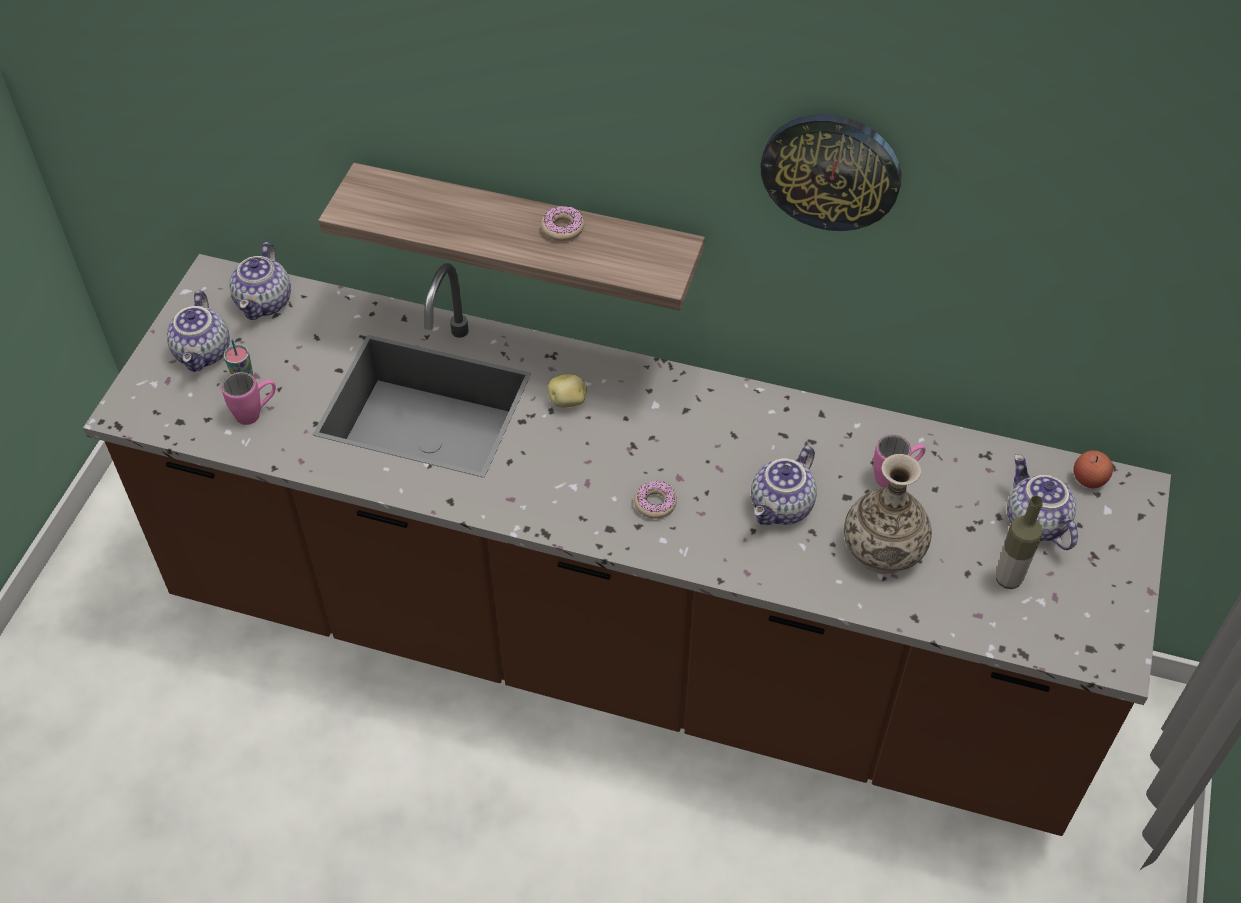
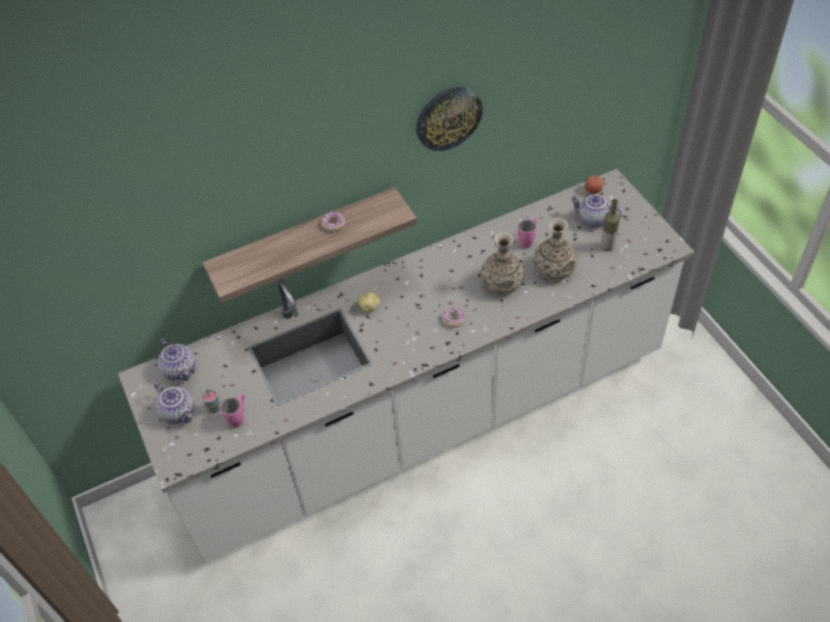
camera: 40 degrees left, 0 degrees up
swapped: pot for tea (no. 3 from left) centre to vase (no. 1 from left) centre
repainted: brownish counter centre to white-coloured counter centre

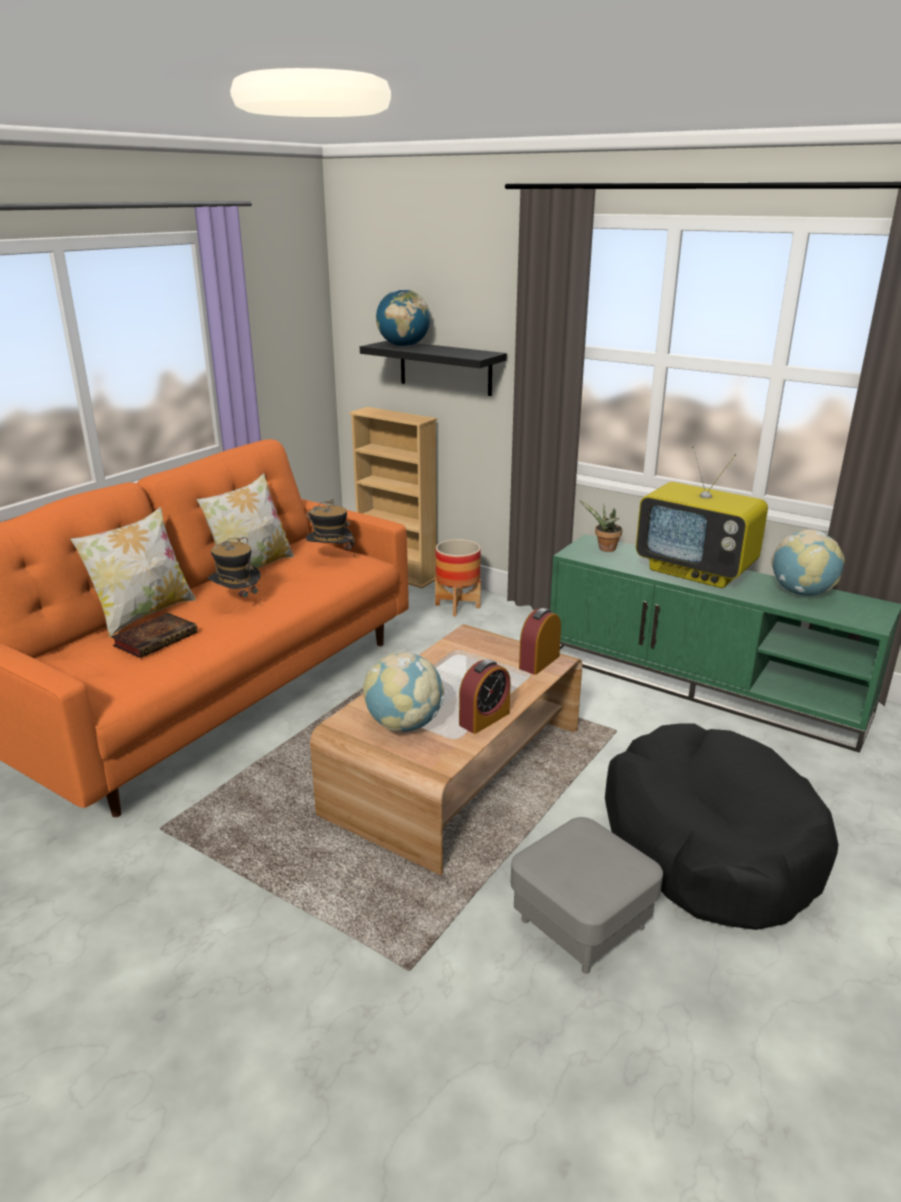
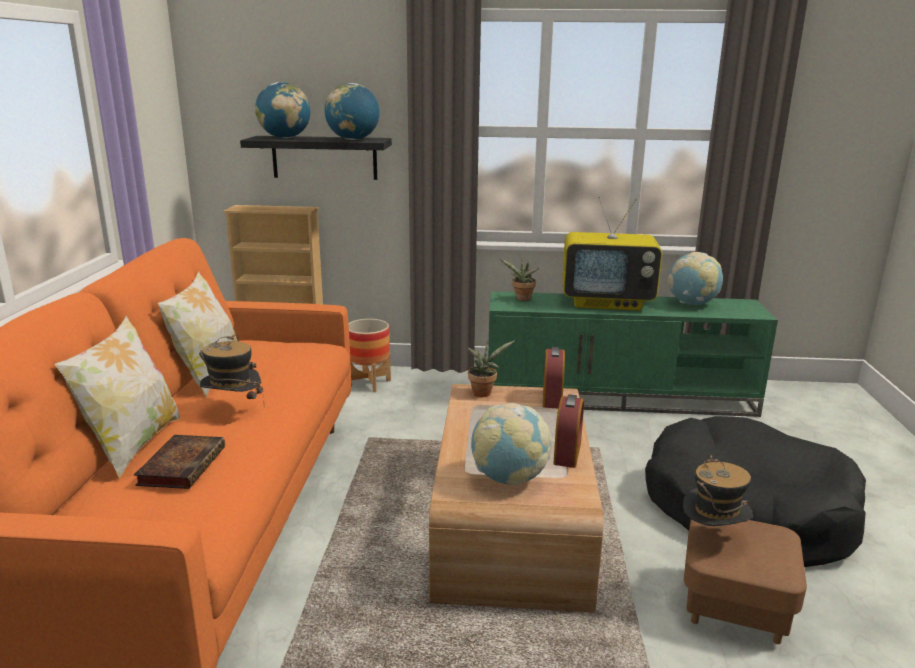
camera: 30 degrees left, 5 degrees down
new: desk globe (no. 2 from left) top centre; potted plant (no. 1 from left) centre
shifted: hat (no. 2 from left) centre to bottom right
repainted: grey ottoman bottom centre to brownish ottoman bottom right

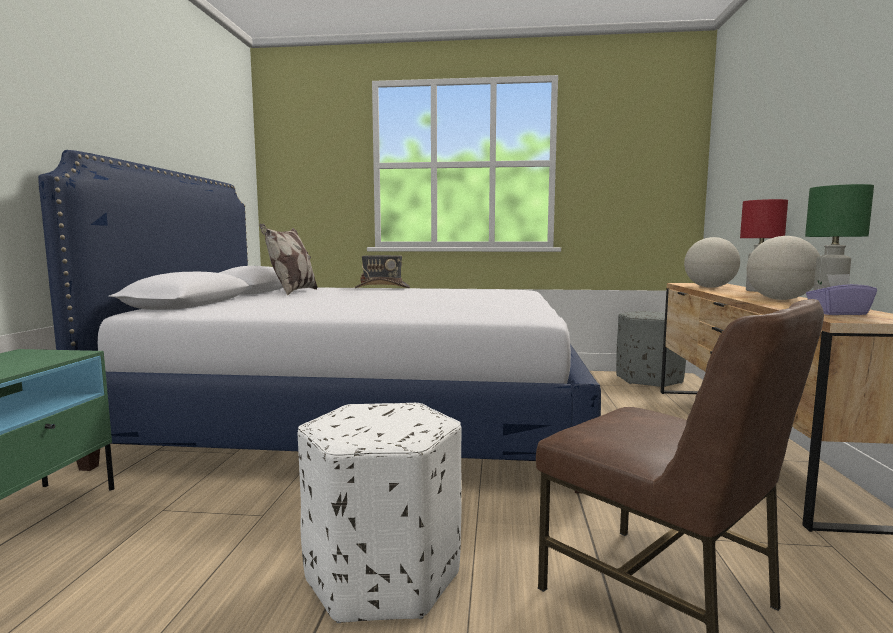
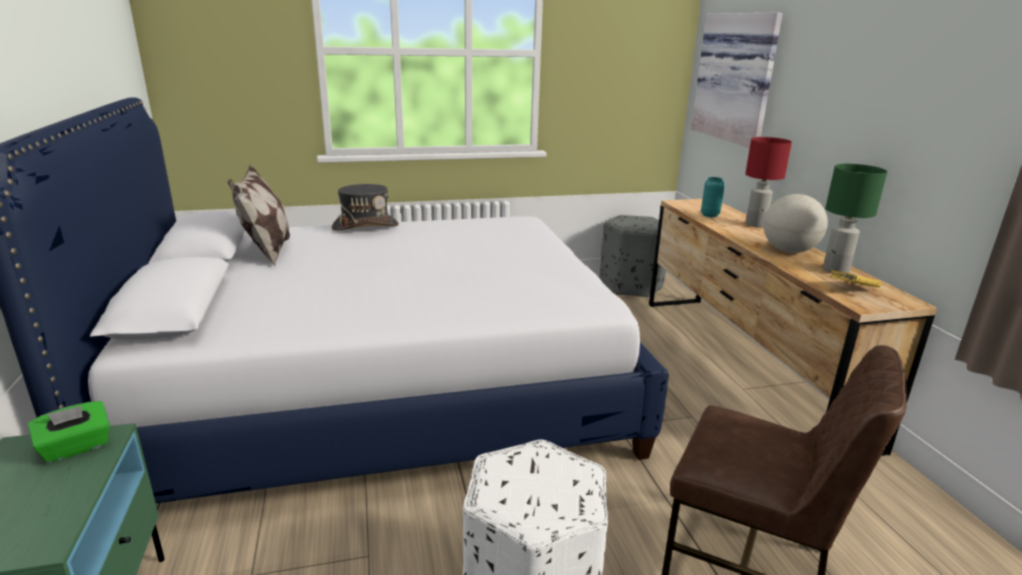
camera: 20 degrees left, 15 degrees up
new: green-coloured box of tissues bottom left; wall picture top right
swapped: desk globe (no. 1 from left) middle right to blue-green vase middle right; purple-coloured box of tissues middle right to yellow bound book middle right

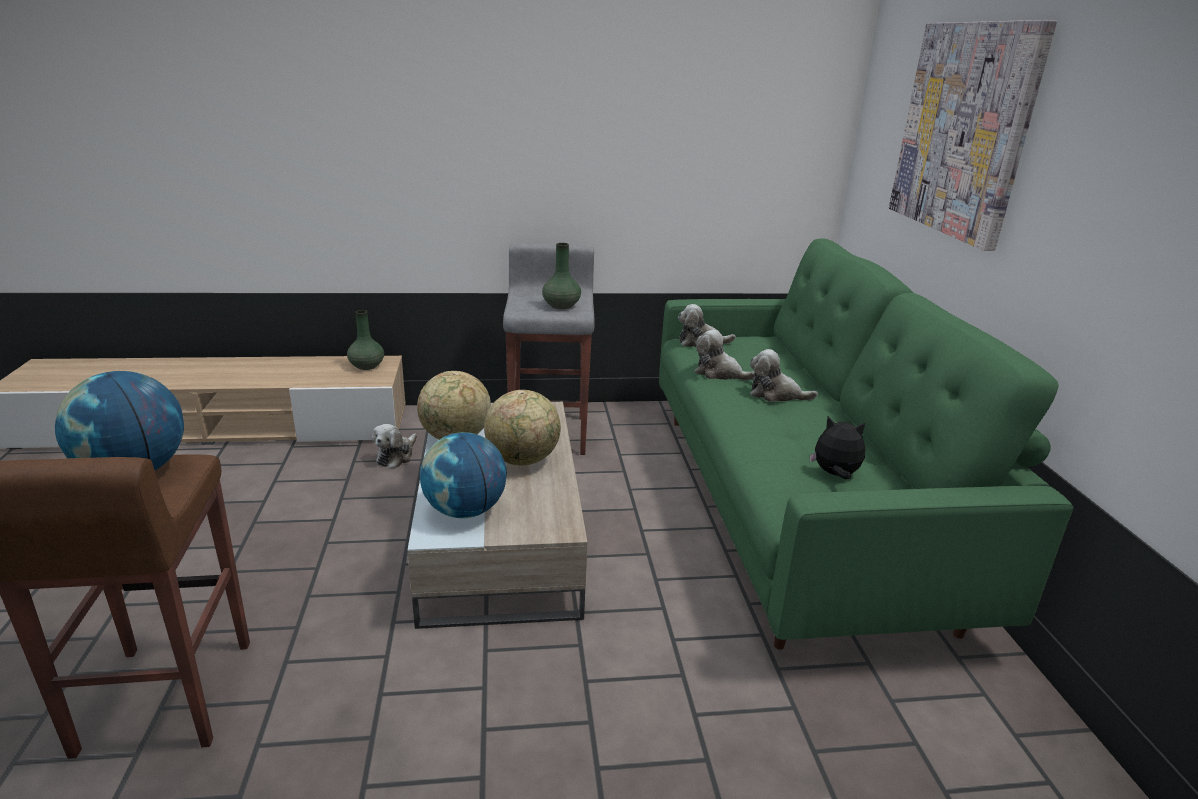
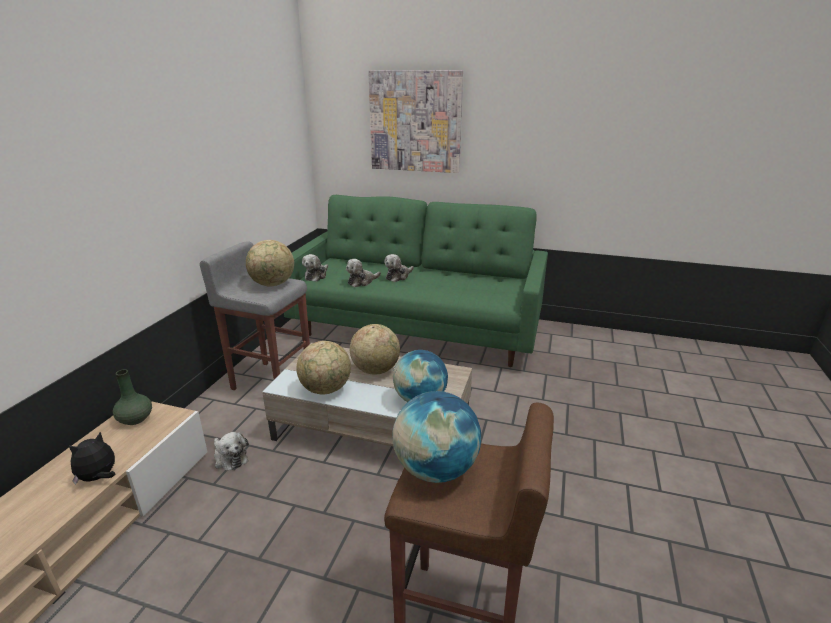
camera: 65 degrees left, 0 degrees up
shifted: soft toy (no. 5 from left in the first image) middle right to soft toy (no. 1 from left) bottom left
swapped: green-coloured vase (no. 2 from left) centre to desk globe (no. 1 from left) middle left

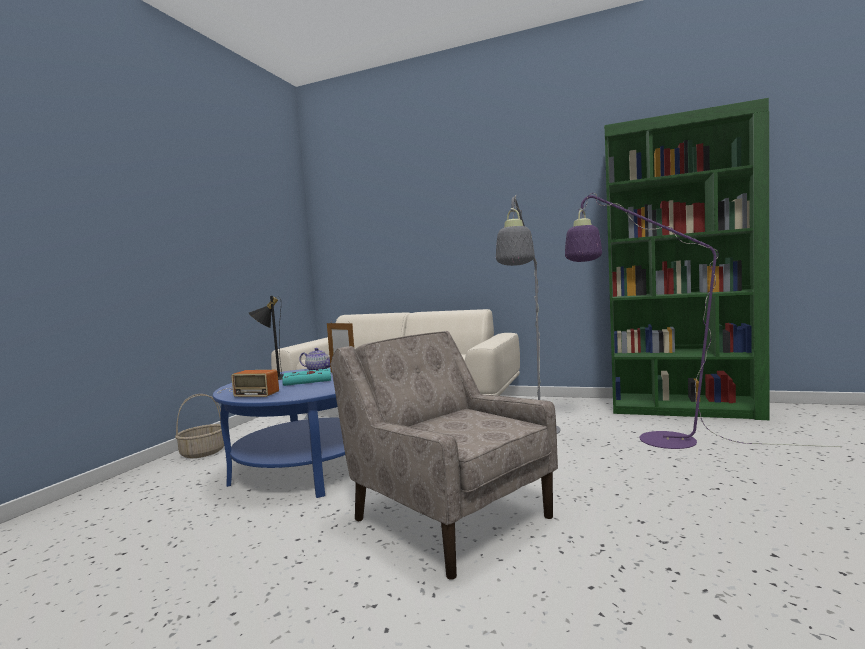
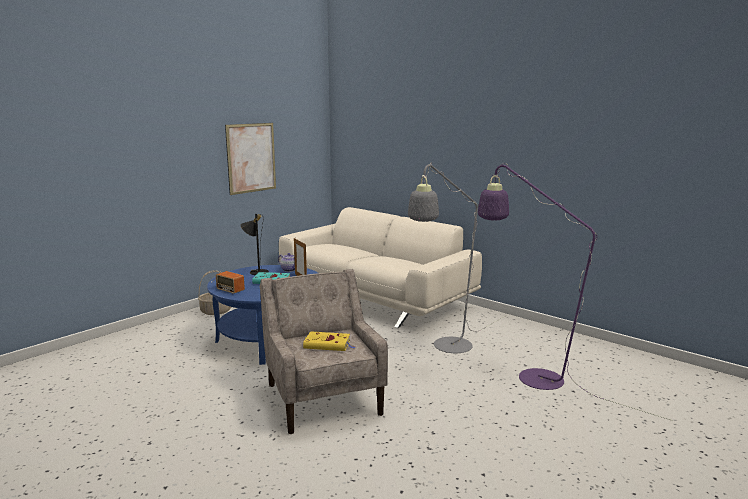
camera: 20 degrees right, 10 degrees up
gone: green-coloured bookshelf middle right
new: wall picture top centre; yellow bound book bottom centre

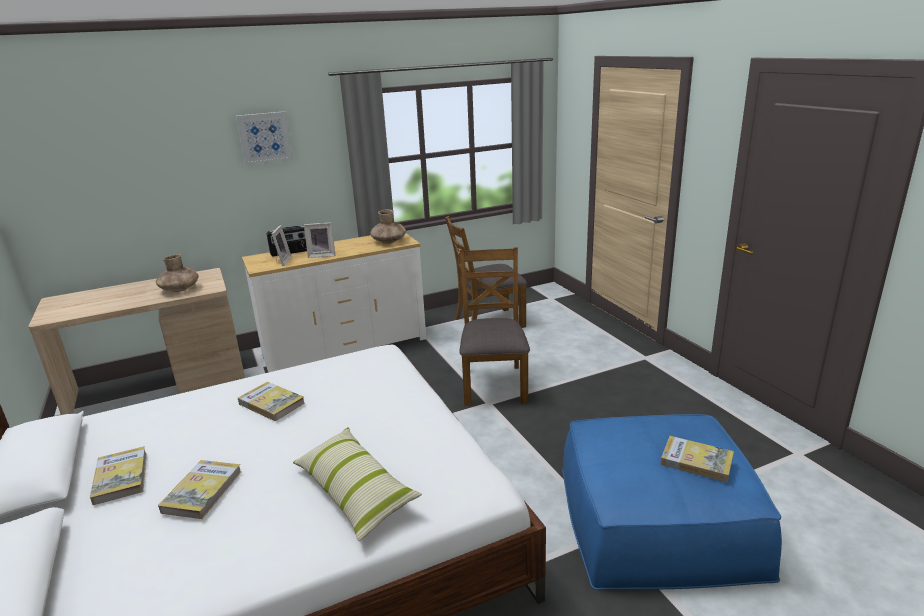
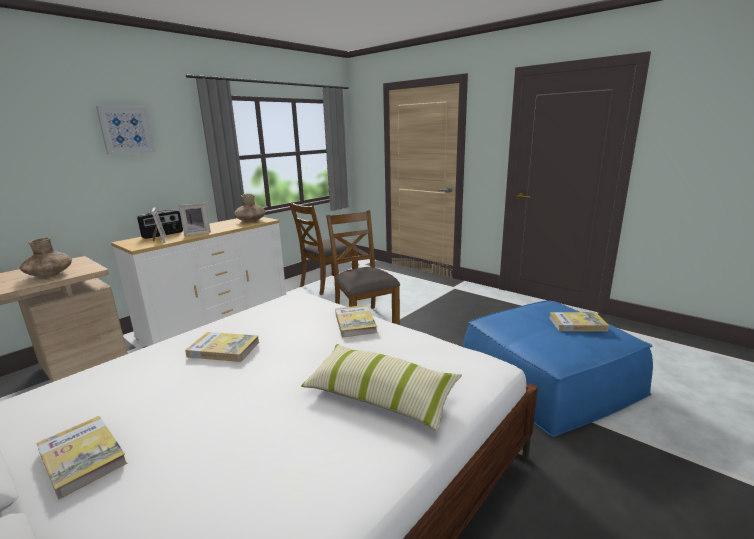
camera: 25 degrees left, 5 degrees down
shifted: bound book (no. 2 from left in the first image) bottom left to bound book (no. 3 from left) centre

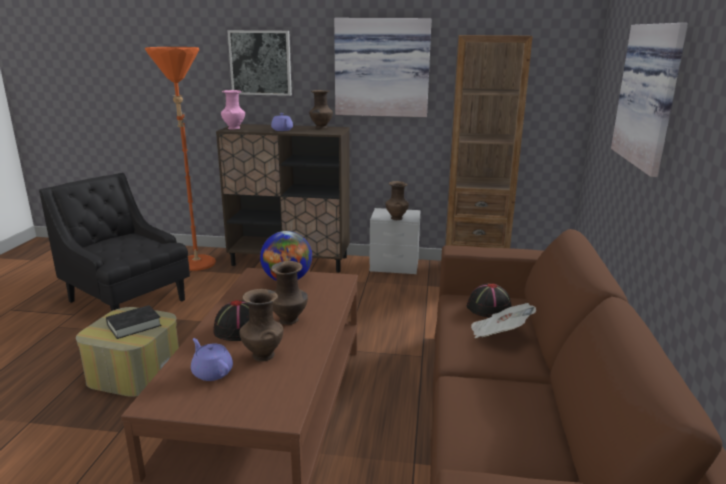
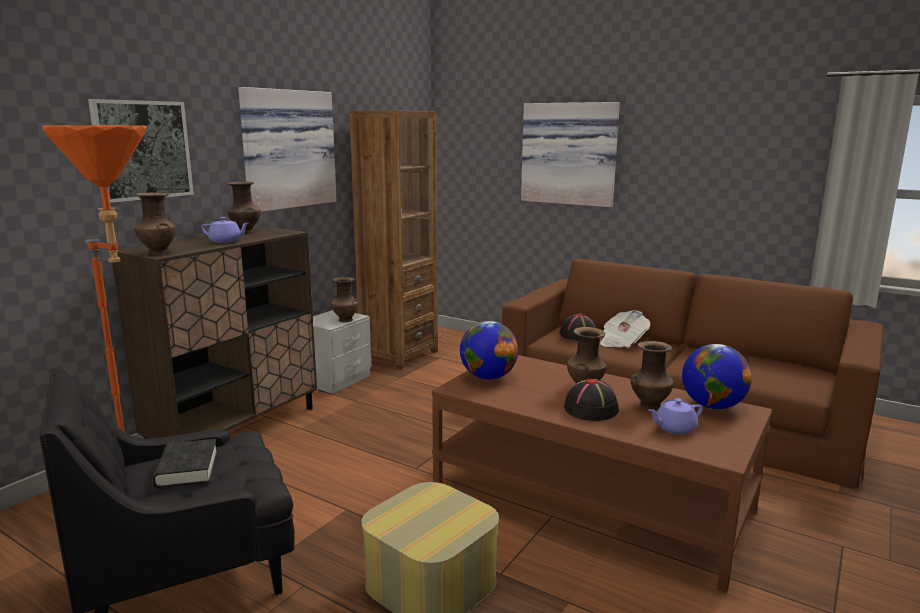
camera: 65 degrees left, 5 degrees down
new: desk globe (no. 2 from left) middle right
shifted: black-coloured bound book middle left to bottom left
repainted: pinkish vase top left to brownish vase (no. 1 from left) middle left

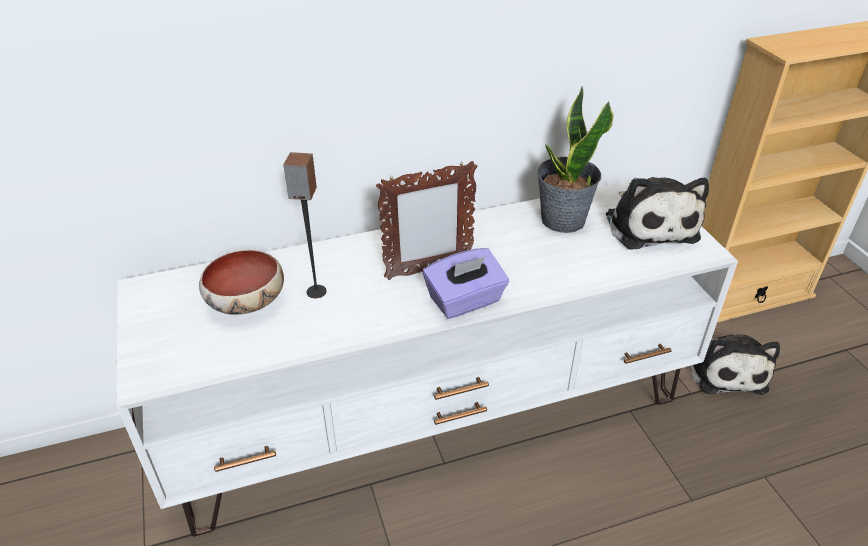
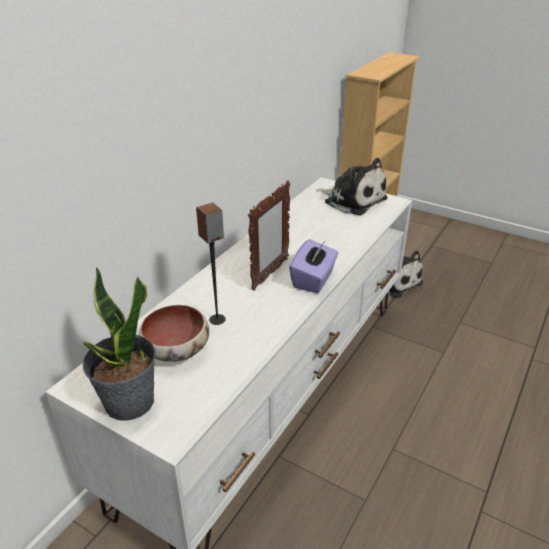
camera: 40 degrees left, 5 degrees down
shifted: potted plant top centre to middle left

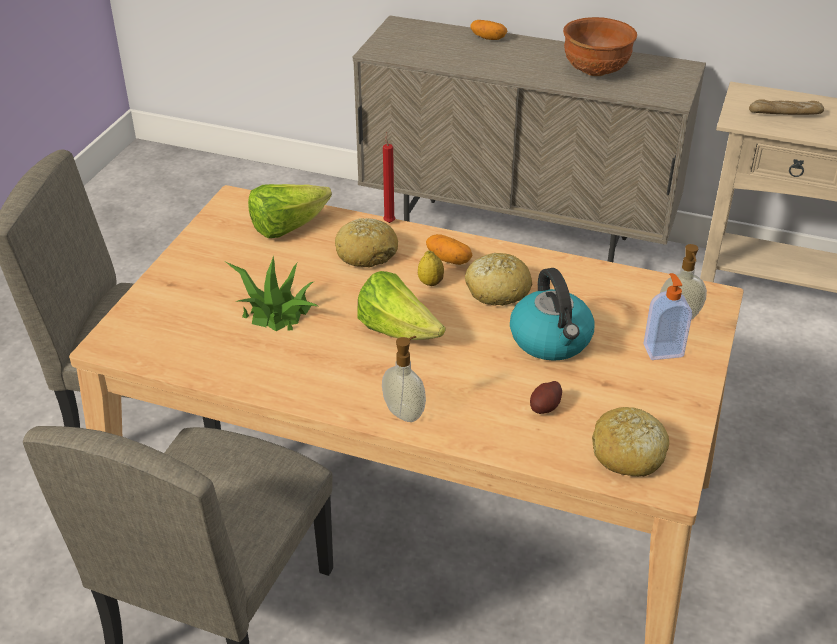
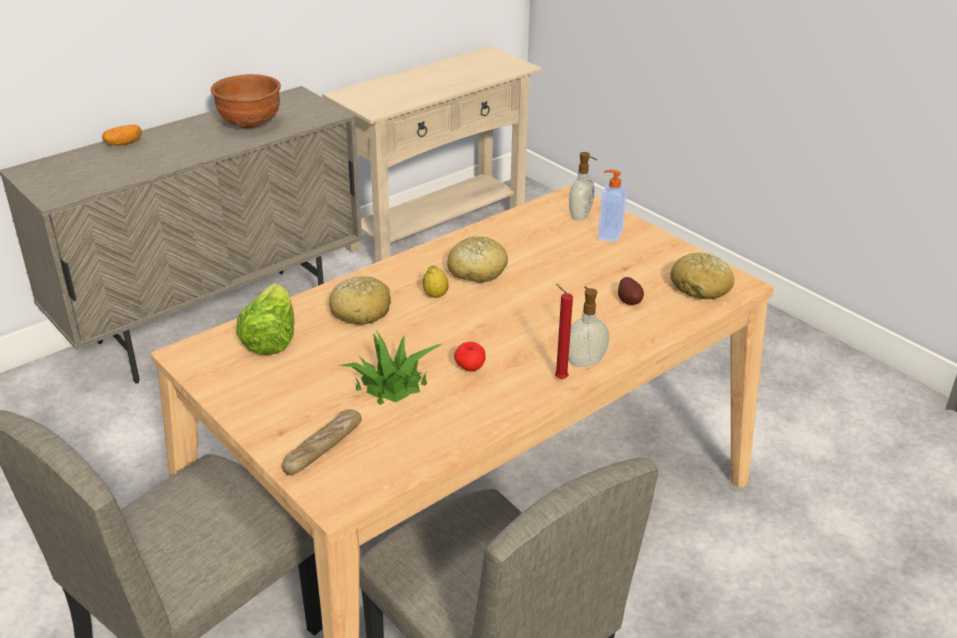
camera: 60 degrees left, 5 degrees down
gone: head of lettuce (no. 2 from left) centre; potato (no. 1 from left) centre; tea kettle centre
new: whole apple centre
shifted: bread (no. 4 from left in the first image) top right to bread (no. 1 from left) bottom centre; reddish candle top centre to centre

